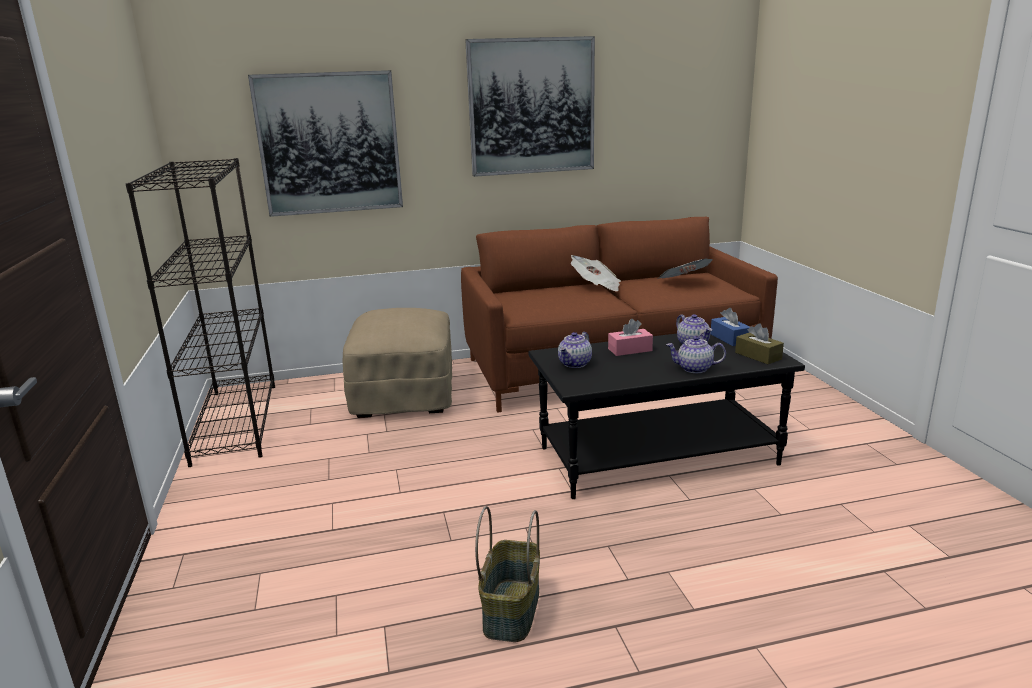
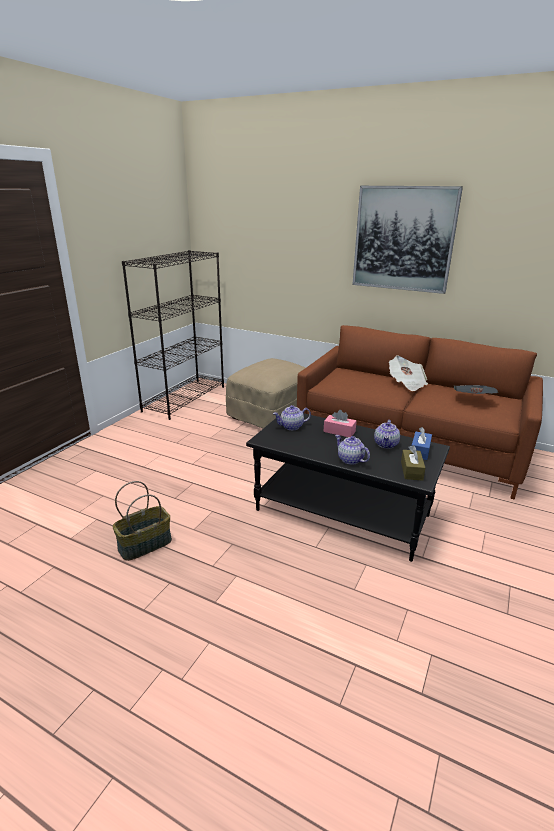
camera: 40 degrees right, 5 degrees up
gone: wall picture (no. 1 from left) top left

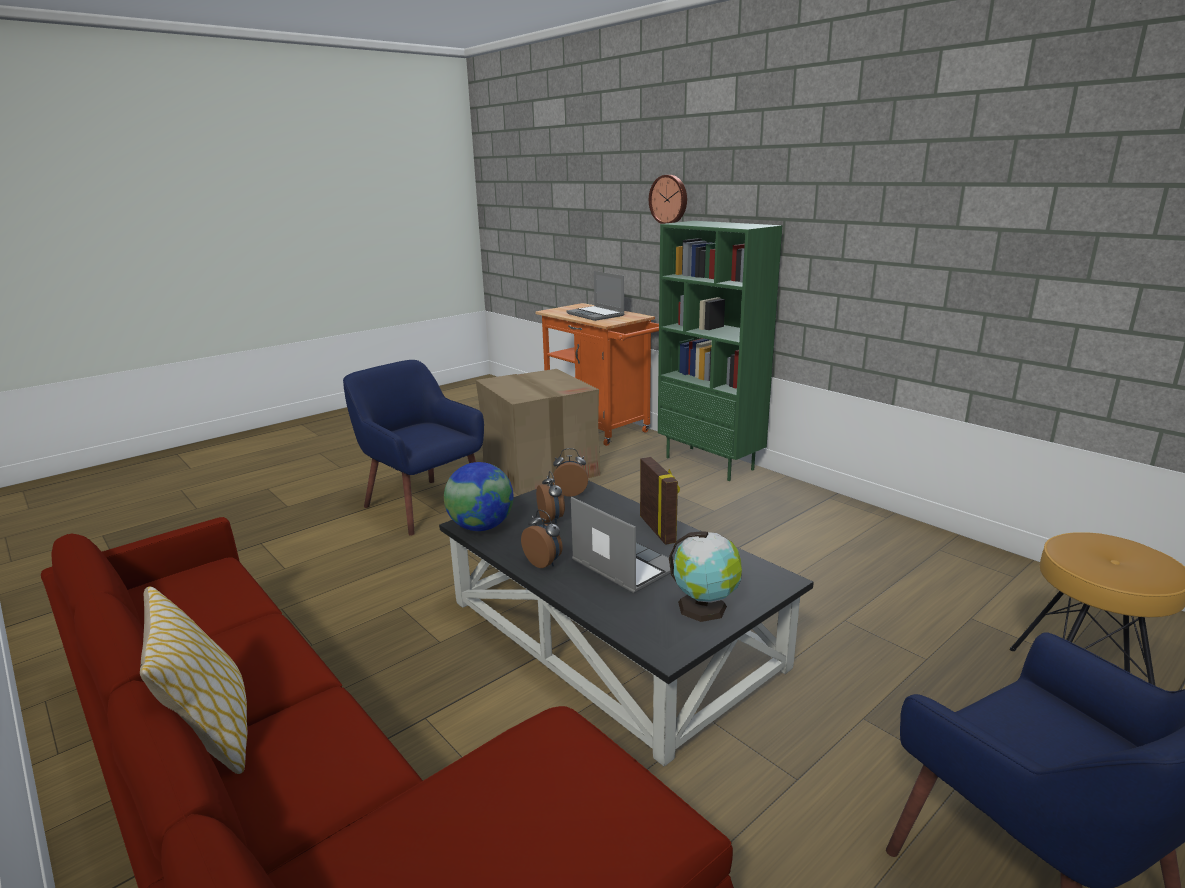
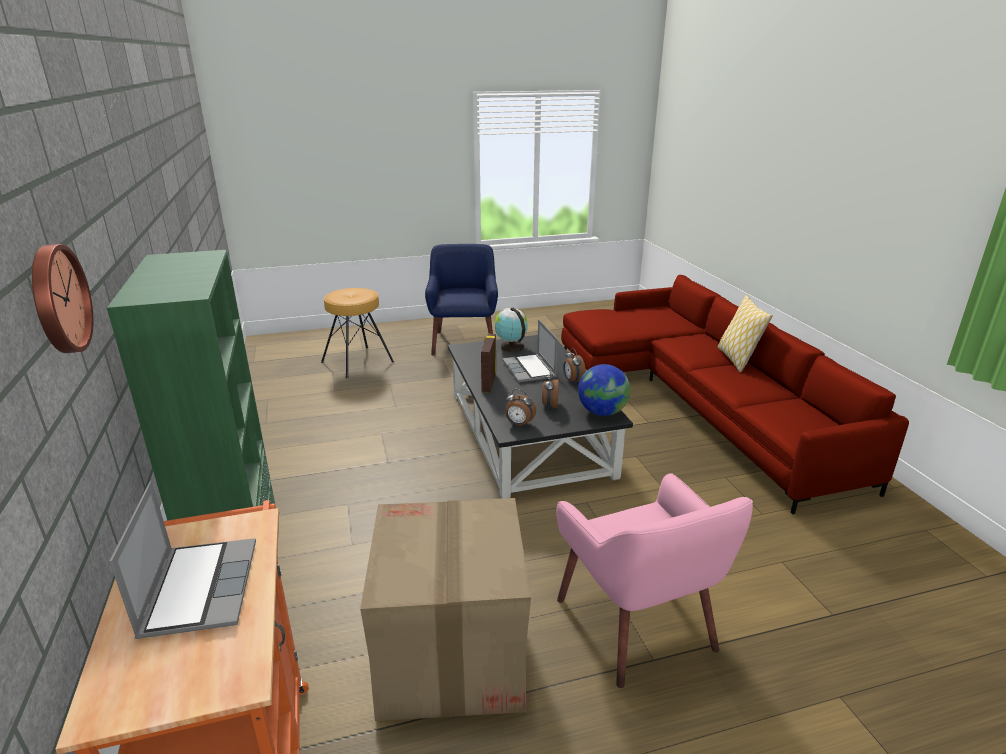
camera: 155 degrees left, 5 degrees up
repainted: blue-coloured lounge chair (no. 1 from left) centre to pinkish lounge chair bottom centre

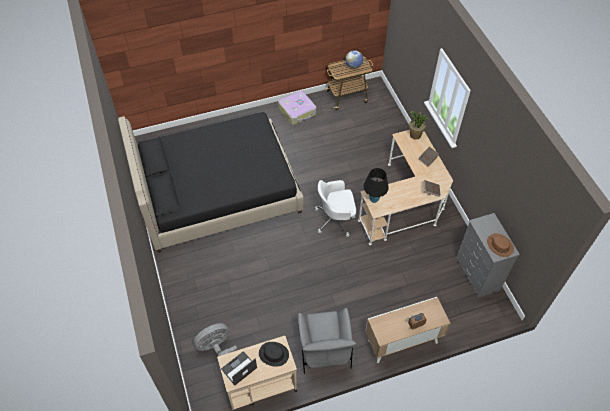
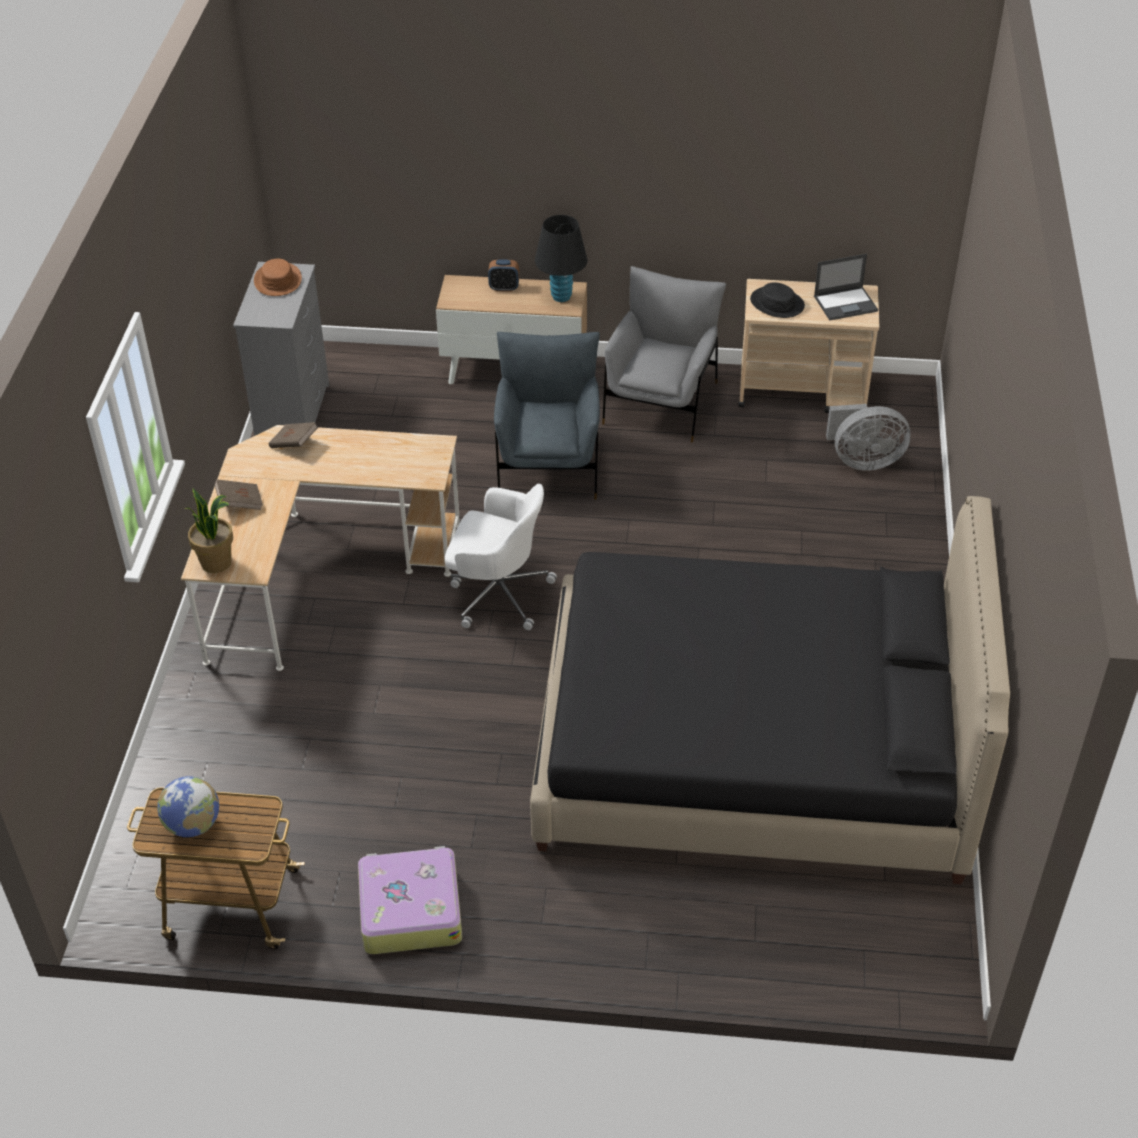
camera: 155 degrees left, 10 degrees down
new: grey lounge chair (no. 1 from left) centre
shifted: black-coloured lamp for a table centre to top centre

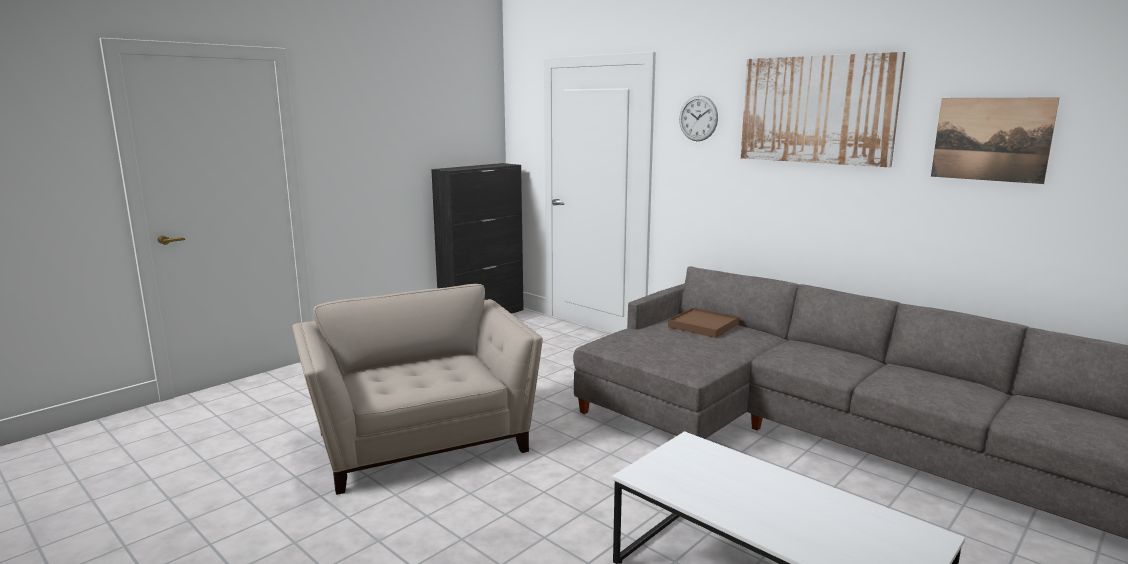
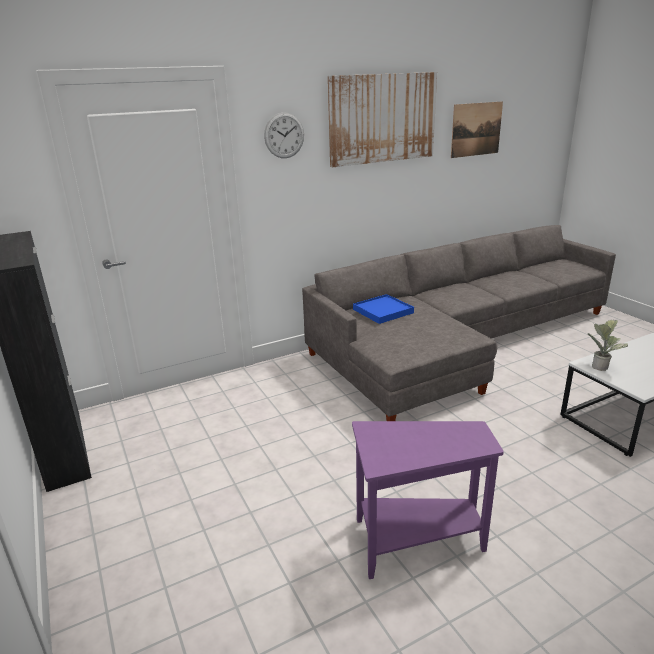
camera: 70 degrees left, 10 degrees up
new: potted plant middle right
swapped: sand-coloured lounge chair bottom centre to purple-coloured end table bottom centre
repainted: brownish serving tray centre to blue-coloured serving tray centre

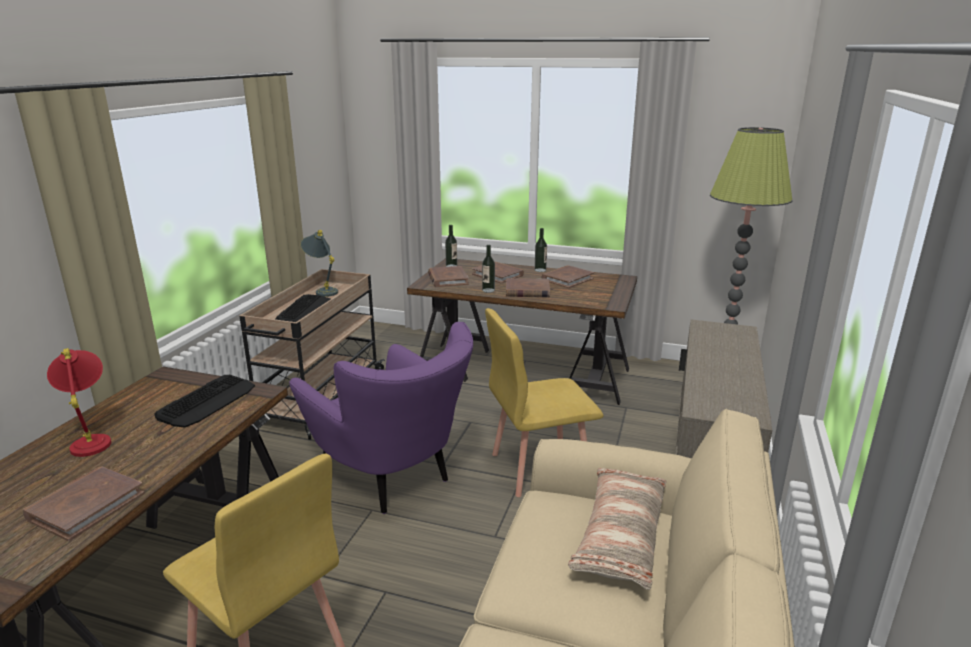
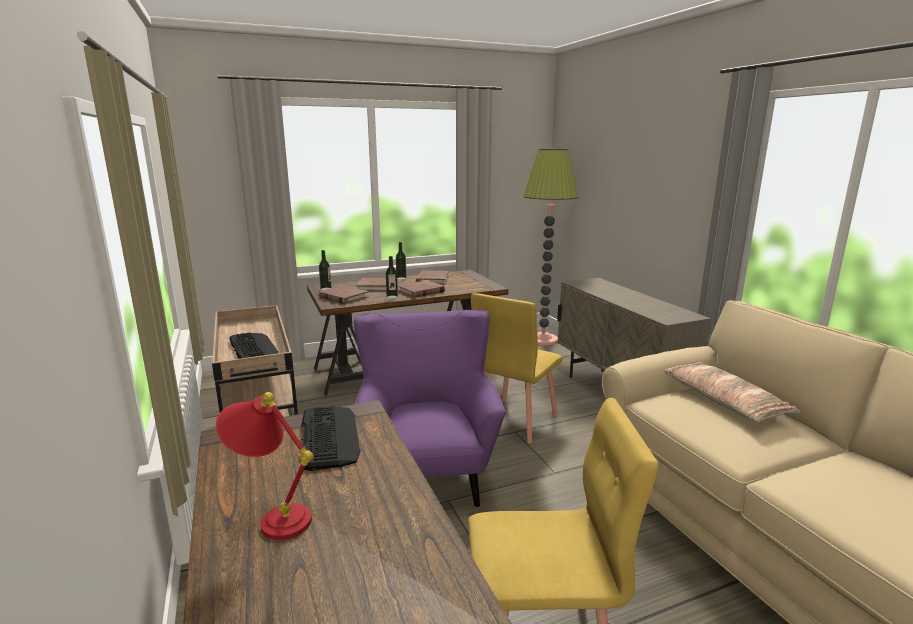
camera: 40 degrees left, 5 degrees down
gone: brownish bound book (no. 1 from left) bottom left; grey lamp for a table middle left
rotated: purple-coloured lounge chair centre = centre 105 degrees counterclockwise

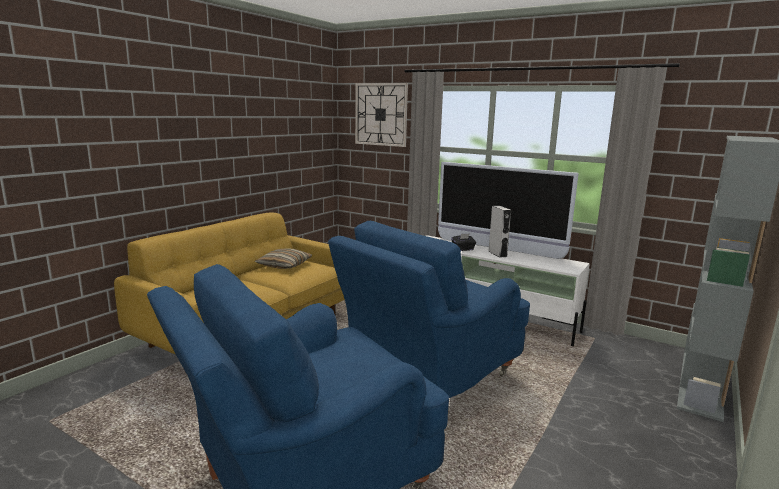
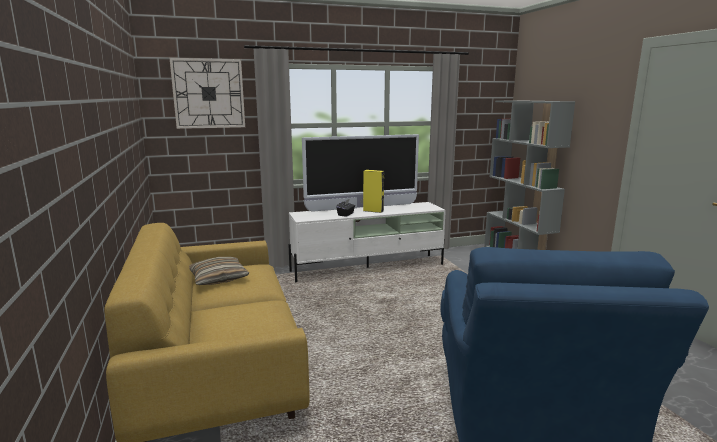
camera: 50 degrees left, 0 degrees up
gone: blue-coloured lounge chair (no. 2 from left) centre
repainted: grey speaker centre to yellow speaker centre

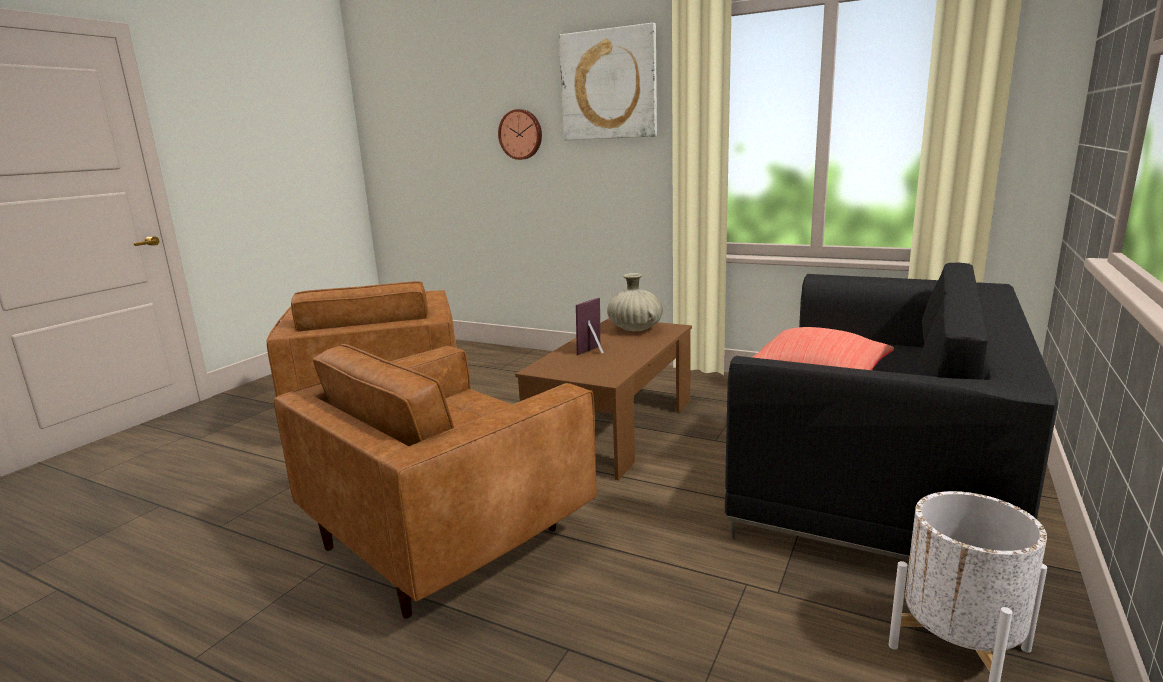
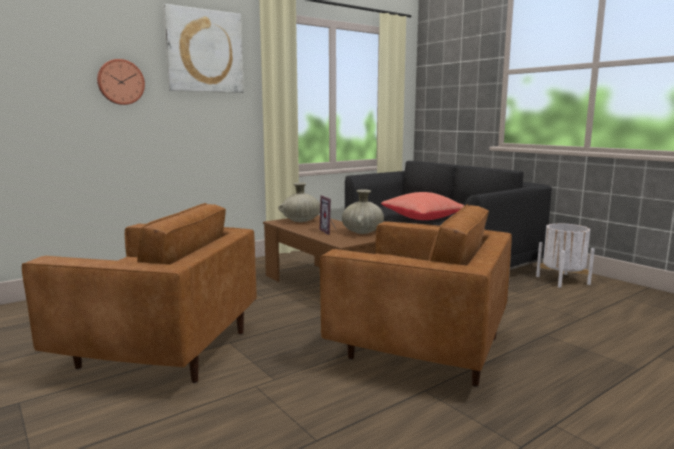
camera: 65 degrees left, 5 degrees down
new: sand-coloured vase (no. 2 from left) centre
rotated: brownish lounge chair (no. 2 from left) bottom centre = centre 45 degrees counterclockwise

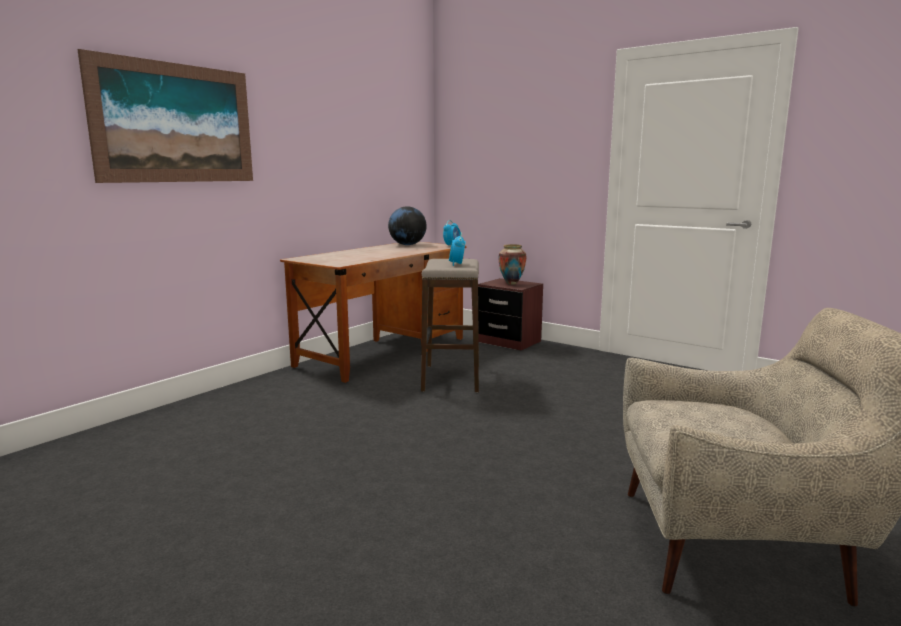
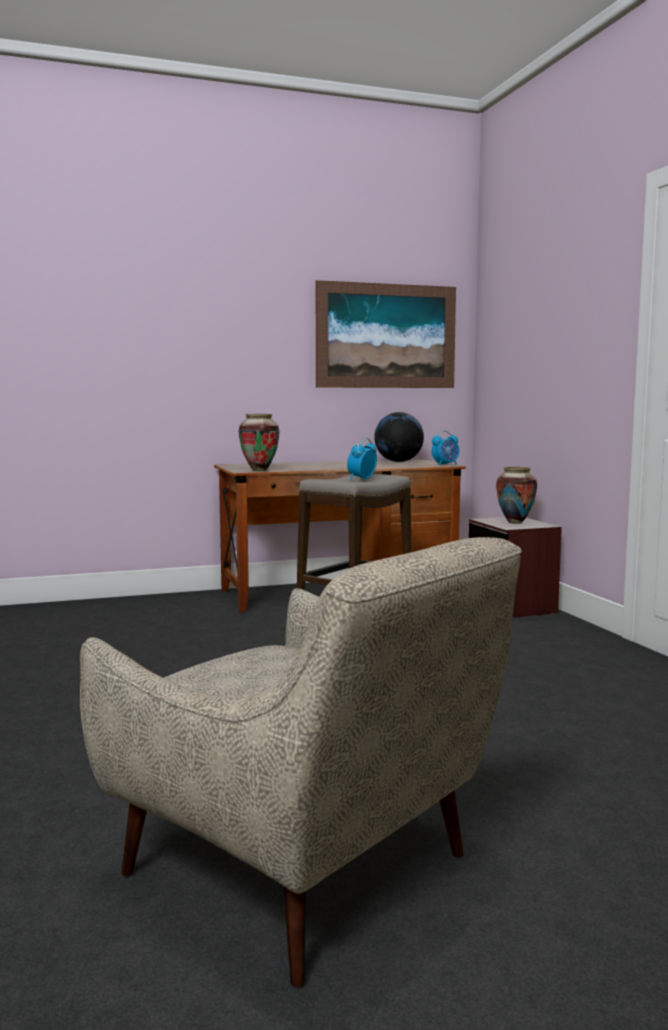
camera: 35 degrees right, 5 degrees down
new: vase (no. 1 from left) centre
shifted: wall picture top left to top centre

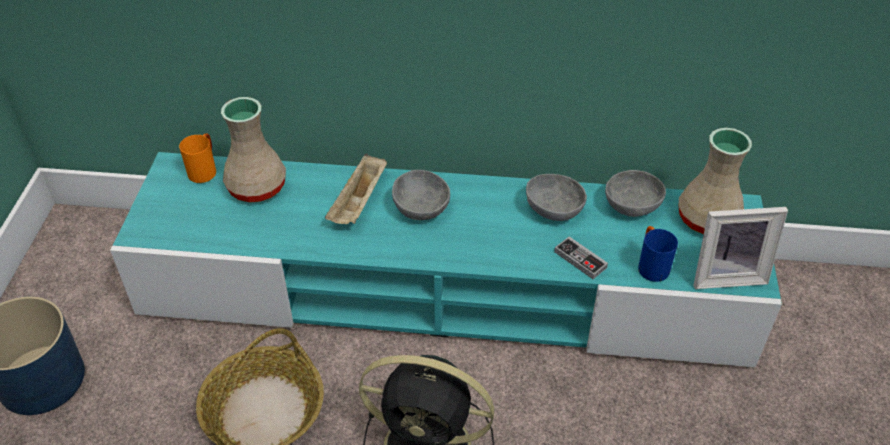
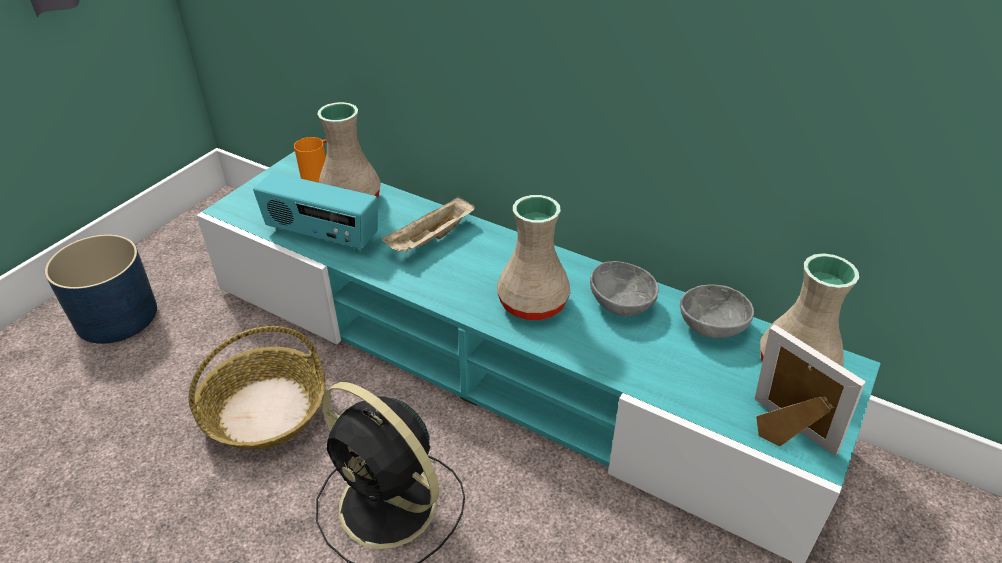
camera: 25 degrees right, 5 degrees down
gone: grey serving bowl (no. 1 from left) centre; gamepad centre; blue-coloured tea mug middle right
new: radio receiver middle left; sand-coloured vase (no. 2 from left) centre
rotated: photo frame middle right = bottom right 150 degrees counterclockwise

